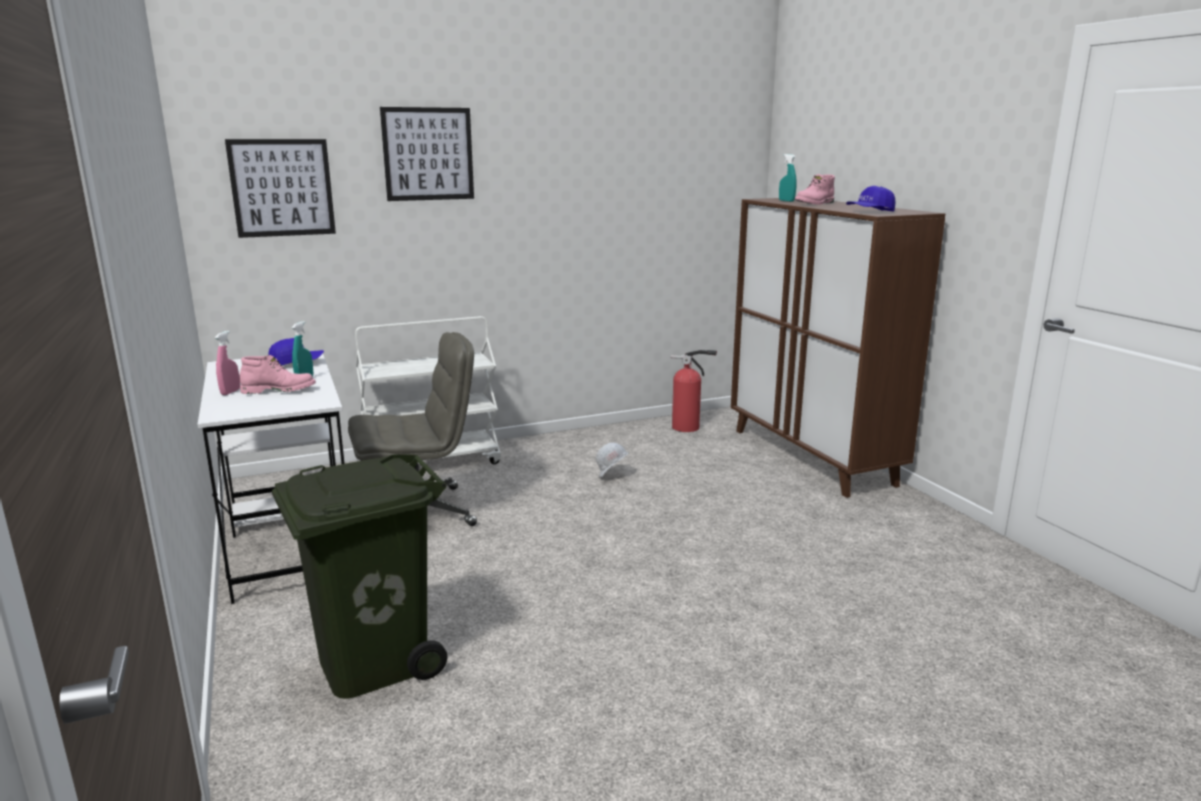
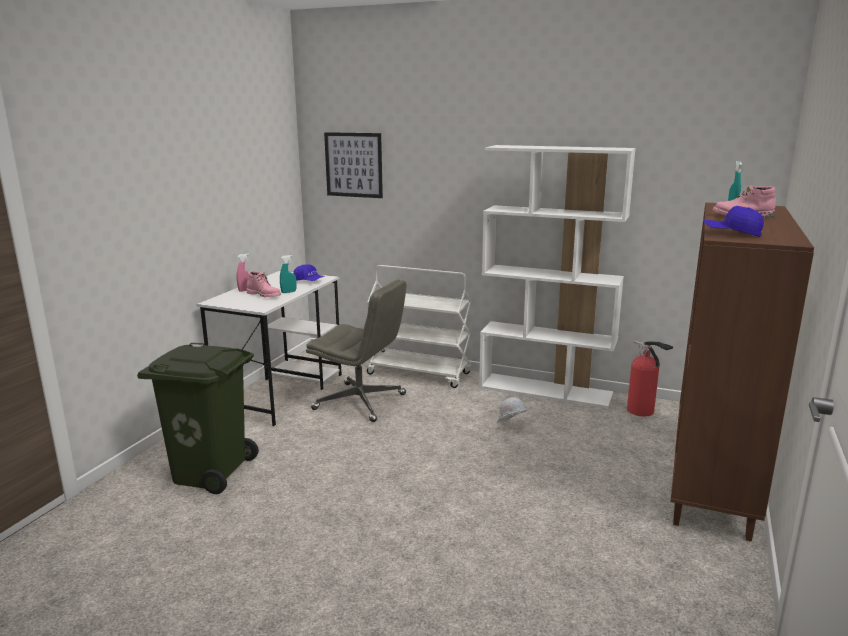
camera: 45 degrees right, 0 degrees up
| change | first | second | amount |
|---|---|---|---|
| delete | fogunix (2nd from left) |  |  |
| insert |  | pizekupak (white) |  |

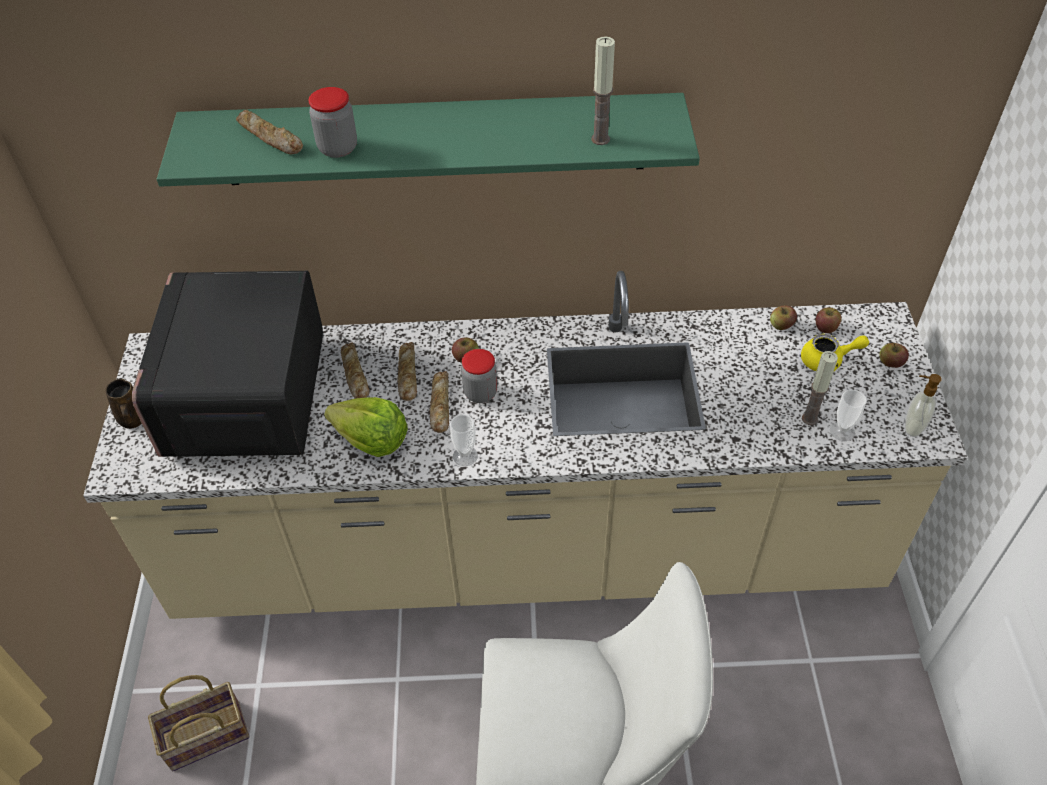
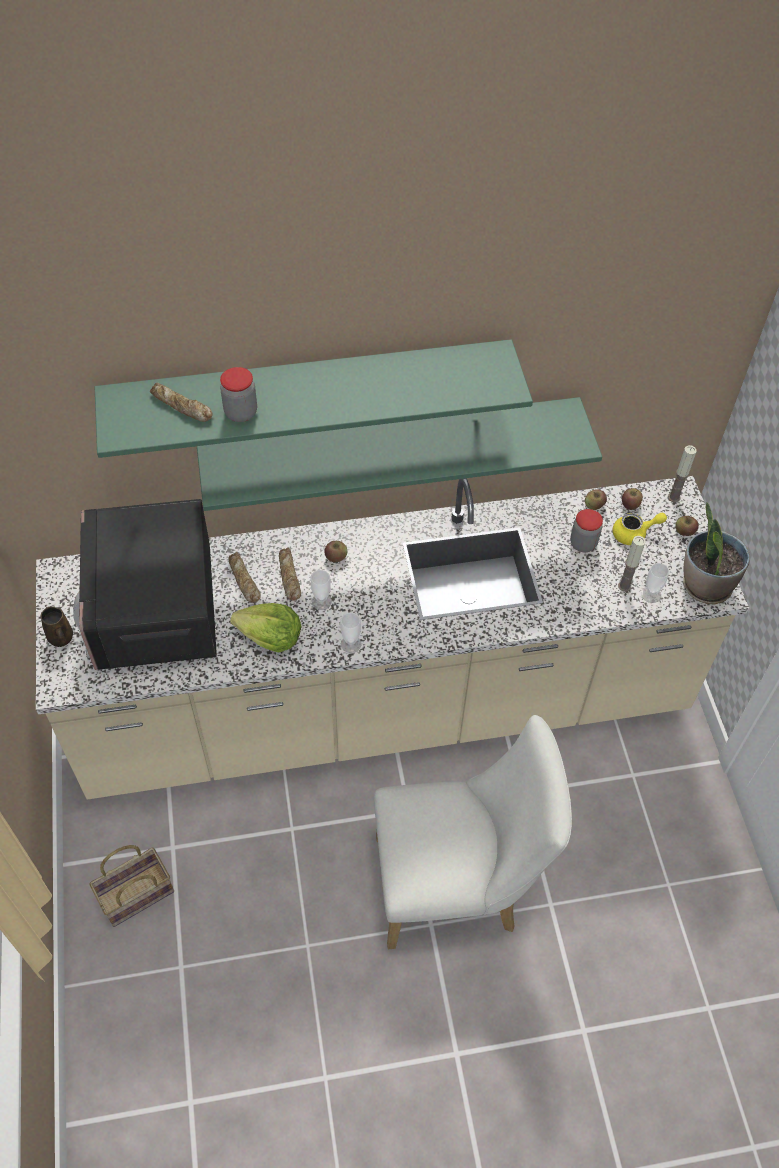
camera: 10 degrees left, 5 degrees up
| change | first | second | amount |
|---|---|---|---|
| move | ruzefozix (1st from left in the first image) | ruzefozix (2nd from left) |  |
| move | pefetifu (2nd from left) |  |  |
| replace | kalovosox (4th from left) | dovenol (1st from left) |  |
| replace | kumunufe | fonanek |  |
| insert |  | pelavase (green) (2nd from left) |  |

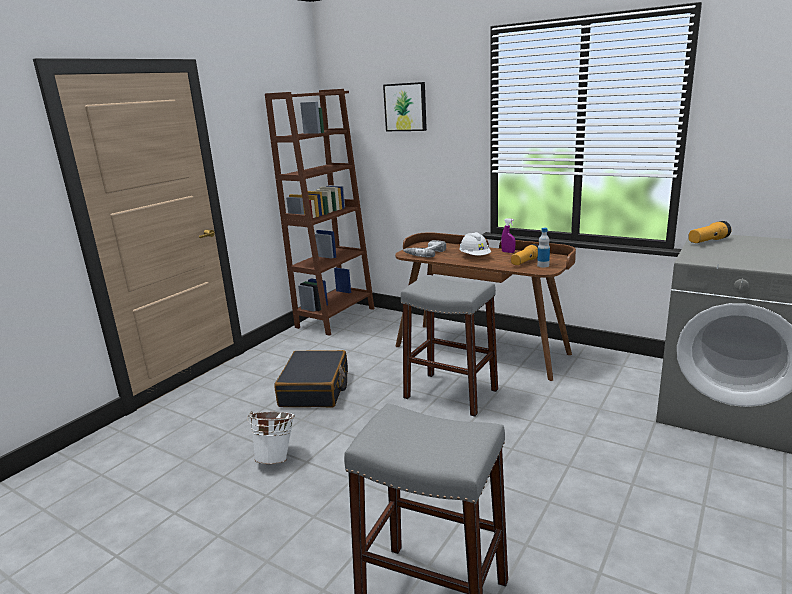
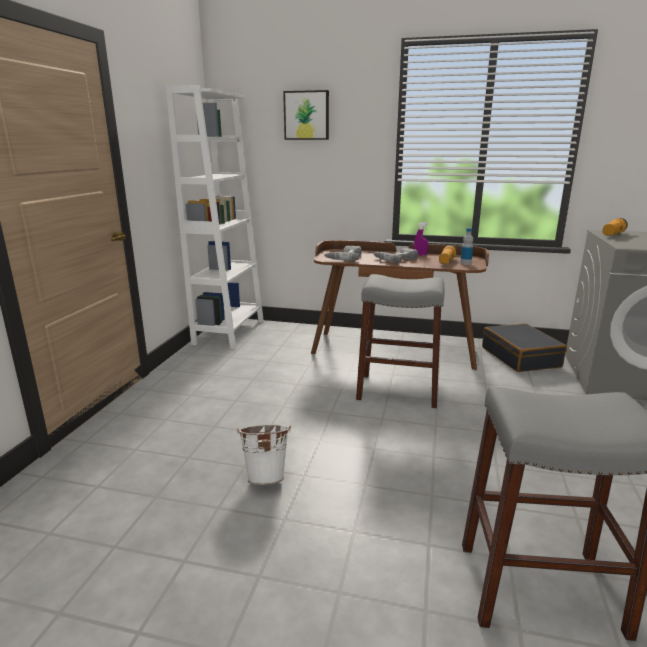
camera: 20 degrees left, 0 degrees up
| change | first | second | amount |
|---|---|---|---|
| recolor | pizekupak (brown) | pizekupak (white) |  |
| replace | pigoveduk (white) | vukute (2nd from left) |  |
| move | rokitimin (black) |  |  |

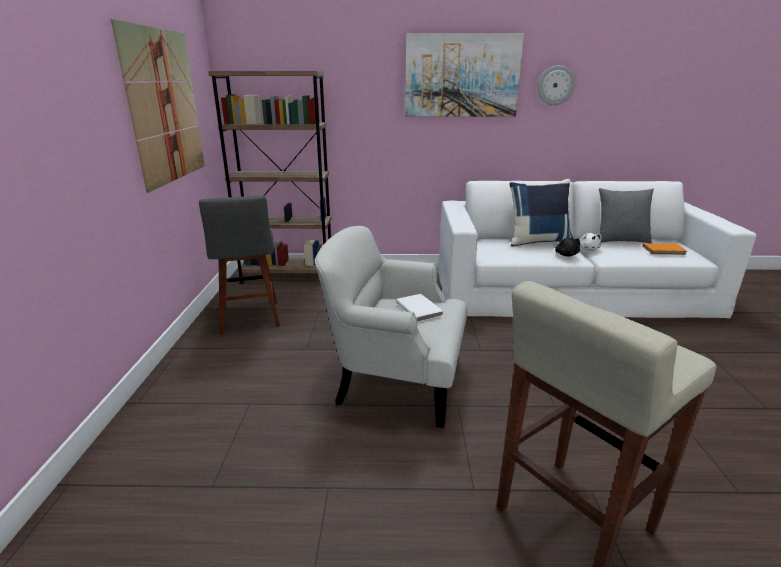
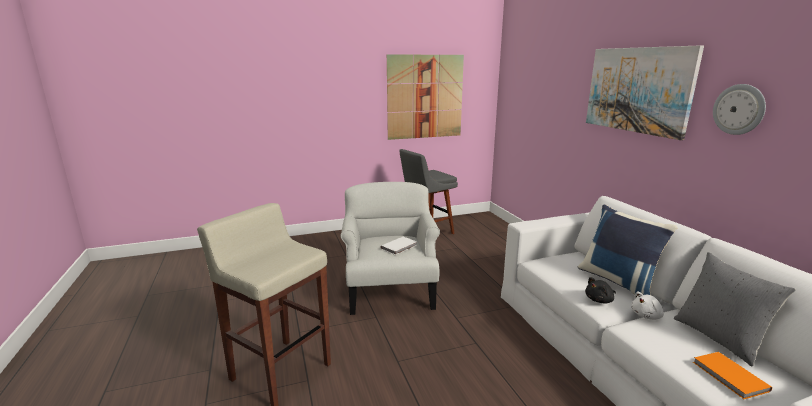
camera: 70 degrees right, 5 degrees down
| change | first | second | amount |
|---|---|---|---|
| delete | pizekupak (brown) |  |  |

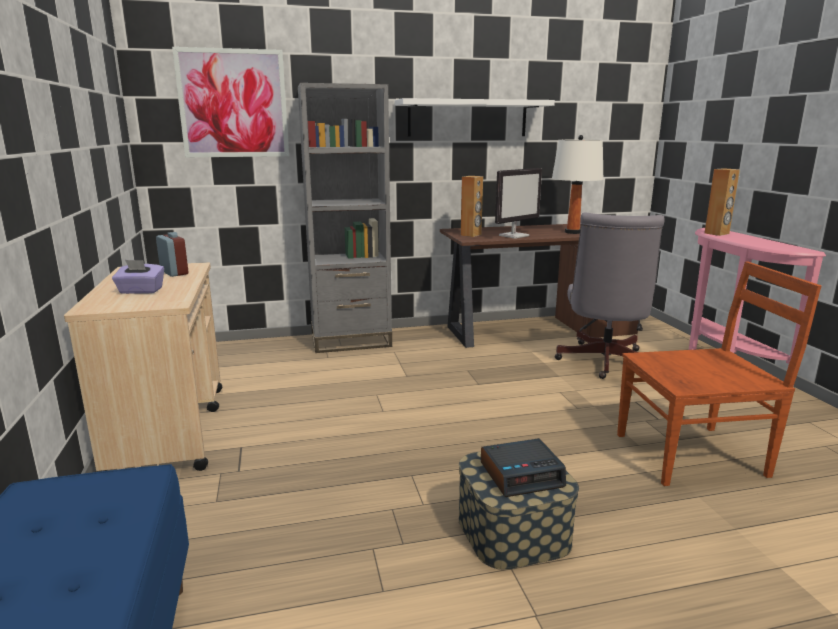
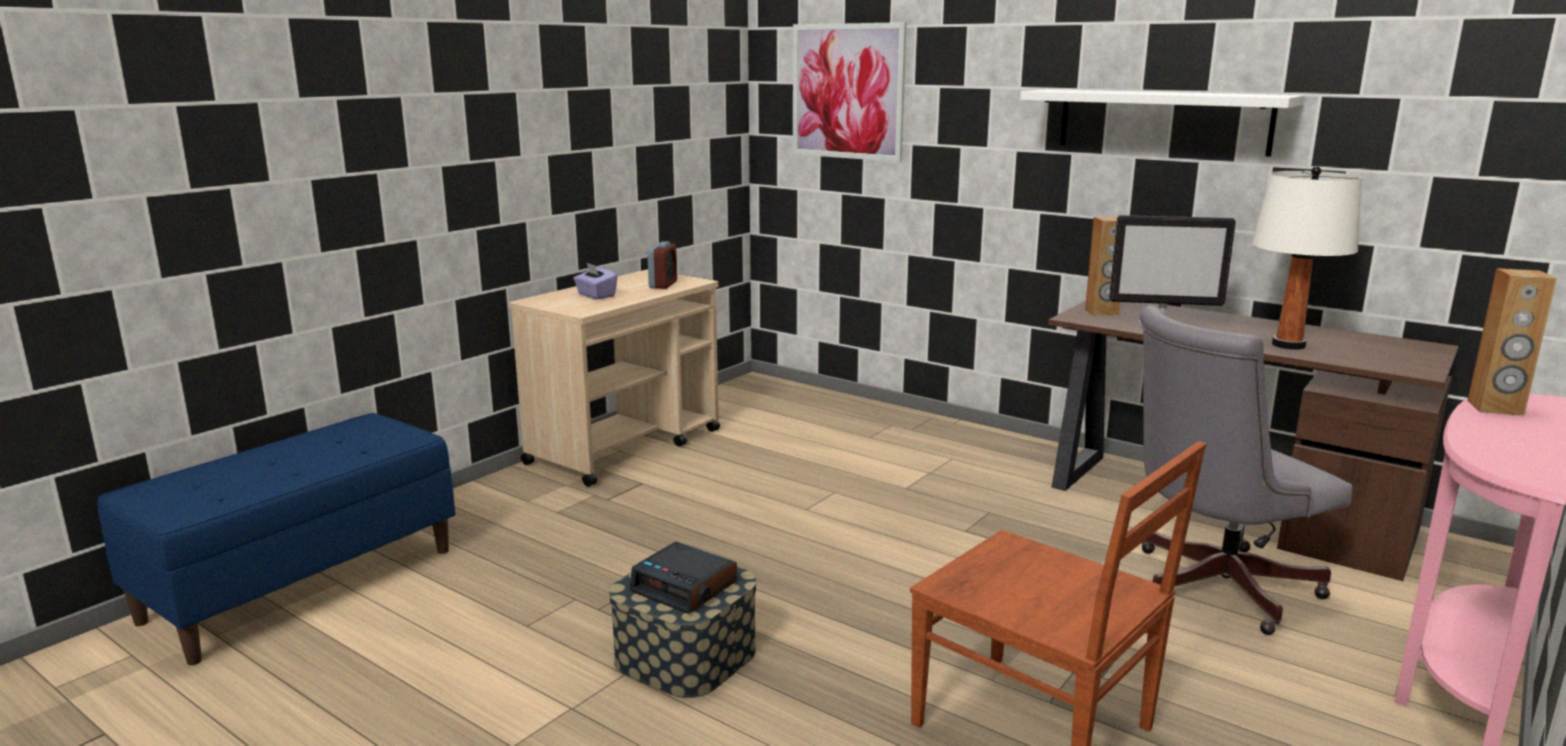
camera: 50 degrees right, 0 degrees up
| change | first | second | amount |
|---|---|---|---|
| delete | pizekupak (grey) |  |  |

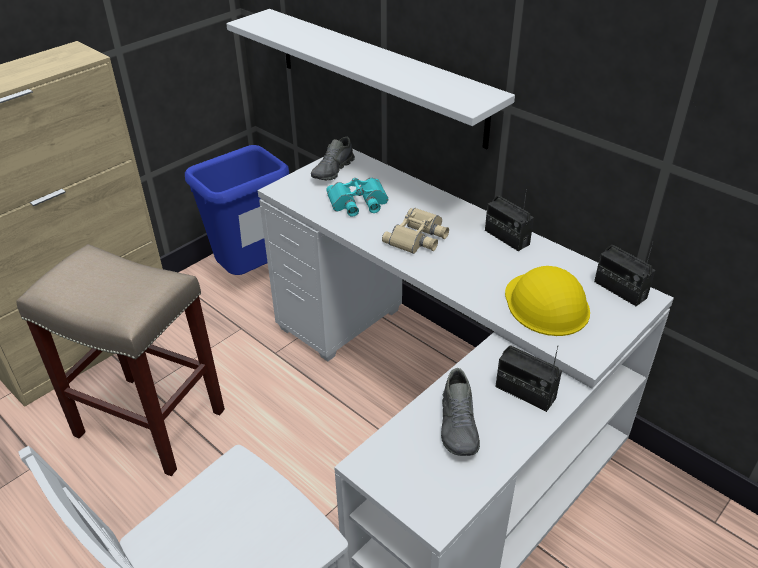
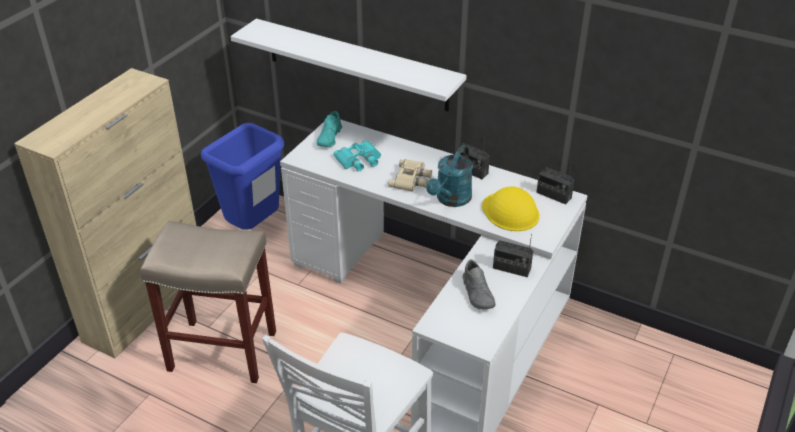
camera: 15 degrees left, 0 degrees up
| change | first | second | amount |
|---|---|---|---|
| recolor | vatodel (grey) (1st from left) | vatodel (turquoise) |  |
| insert |  | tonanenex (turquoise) |  |

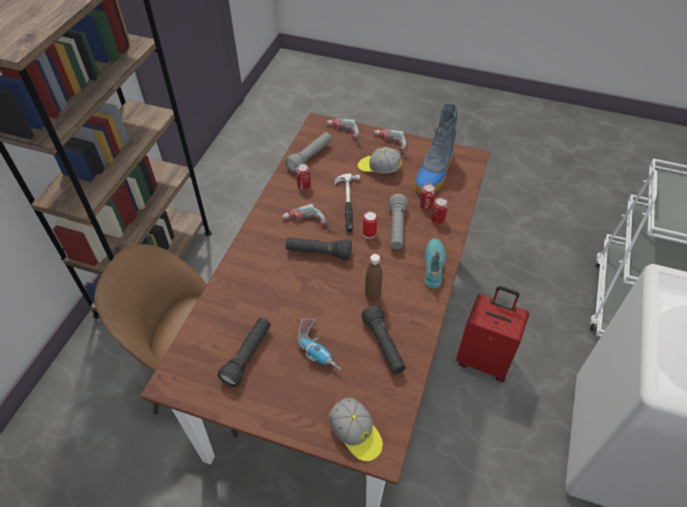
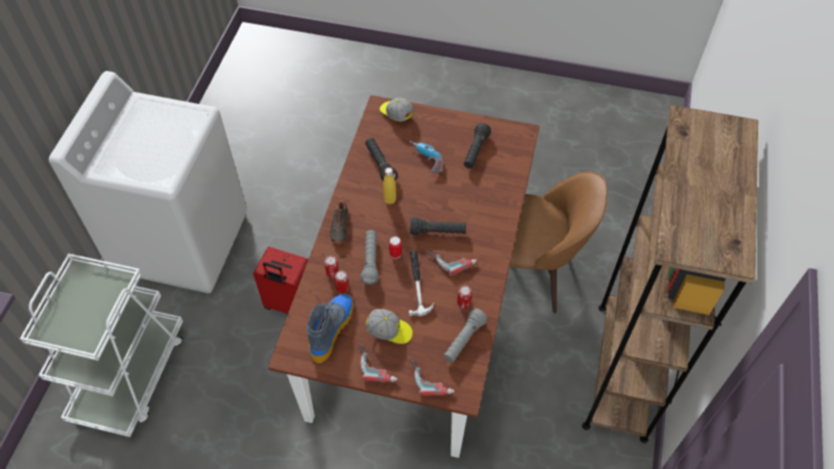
camera: 175 degrees right, 5 degrees up
| change | first | second | amount |
|---|---|---|---|
| recolor | vatodel (turquoise) | vatodel (black) |  |
| recolor | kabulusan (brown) | kabulusan (yellow) |  |

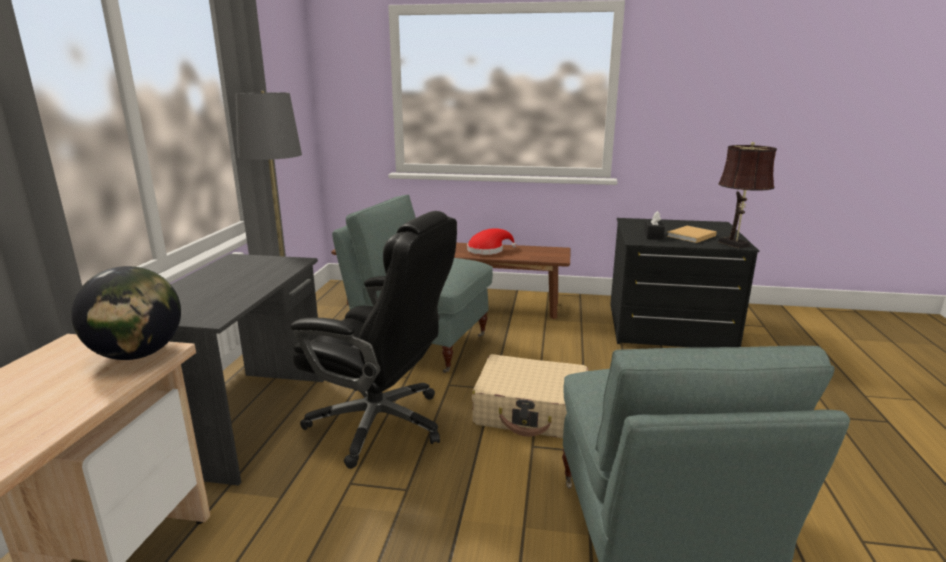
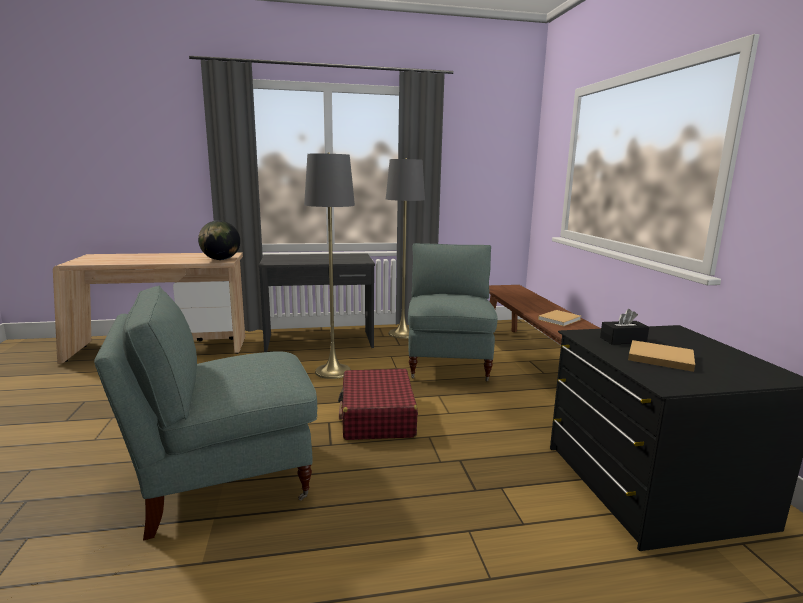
camera: 70 degrees right, 5 degrees down
| change | first | second | amount |
|---|---|---|---|
| delete | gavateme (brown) |  |  |
| replace | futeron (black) | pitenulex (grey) (1st from left) |  |
| replace | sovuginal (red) | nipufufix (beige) (1st from left) |  |
| recolor | rokitimin (beige) | rokitimin (red) |  |

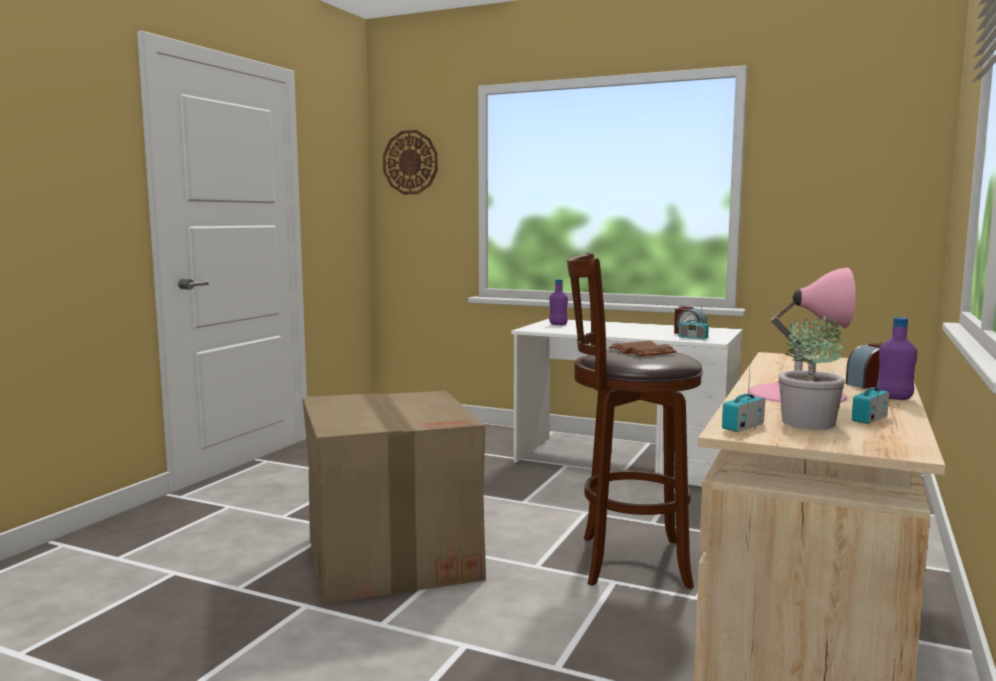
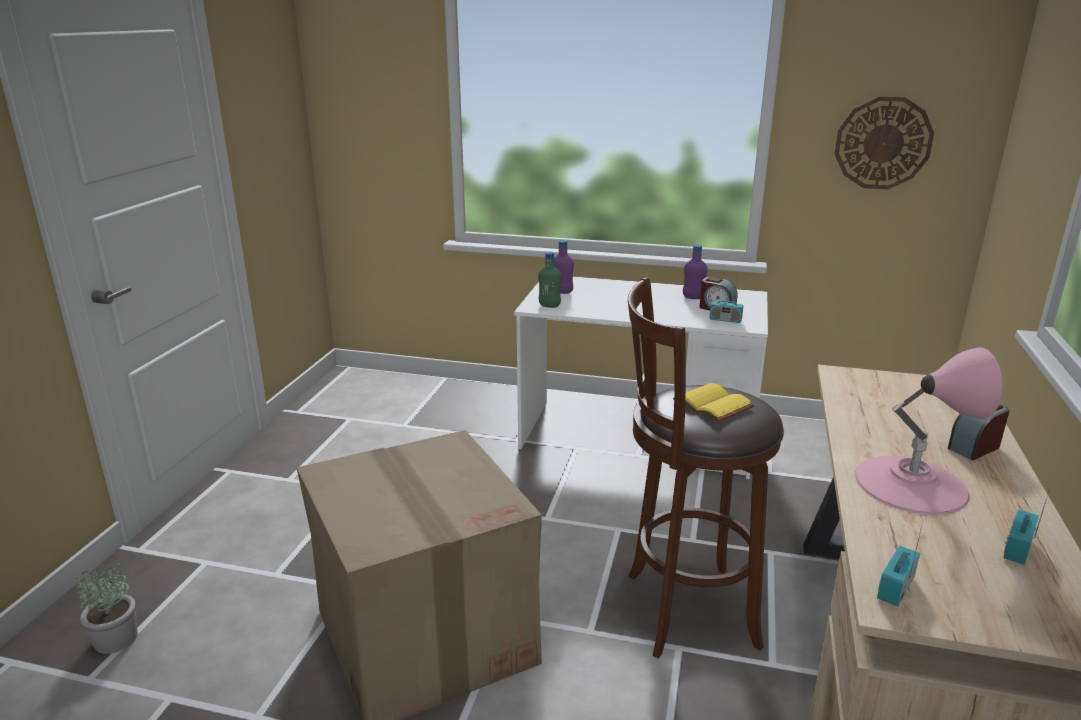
camera: 10 degrees left, 15 degrees up
| change | first | second | amount |
|---|---|---|---|
| move | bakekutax |  |  |
| move | fonanek |  |  |
| move | kabulusan (purple) (2nd from left) |  |  |
| recolor | nipufufix (brown) | nipufufix (yellow) |  |
| insert |  | kabulusan (green) |  |

